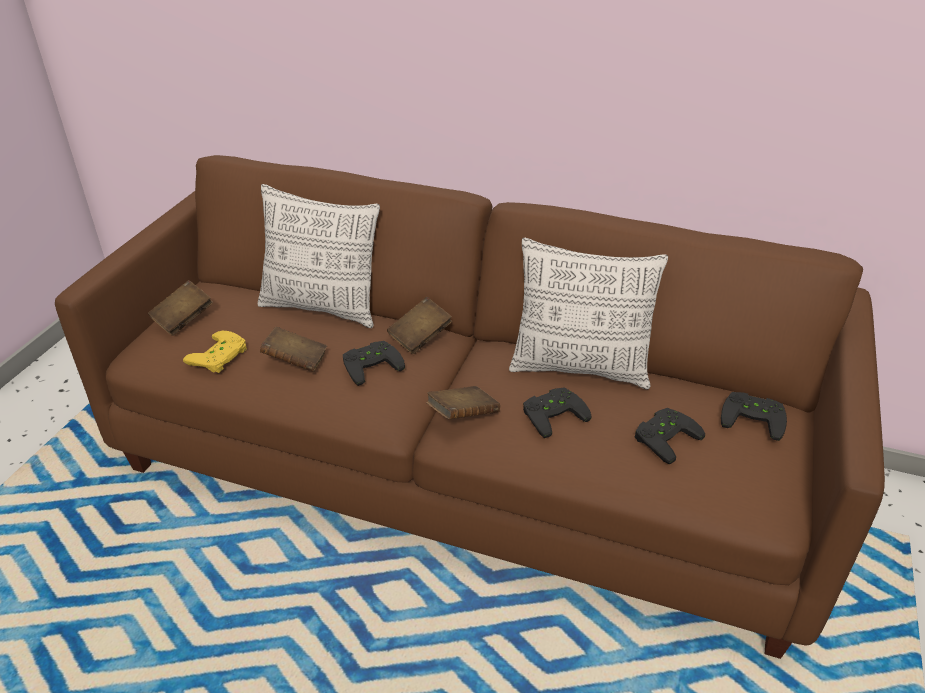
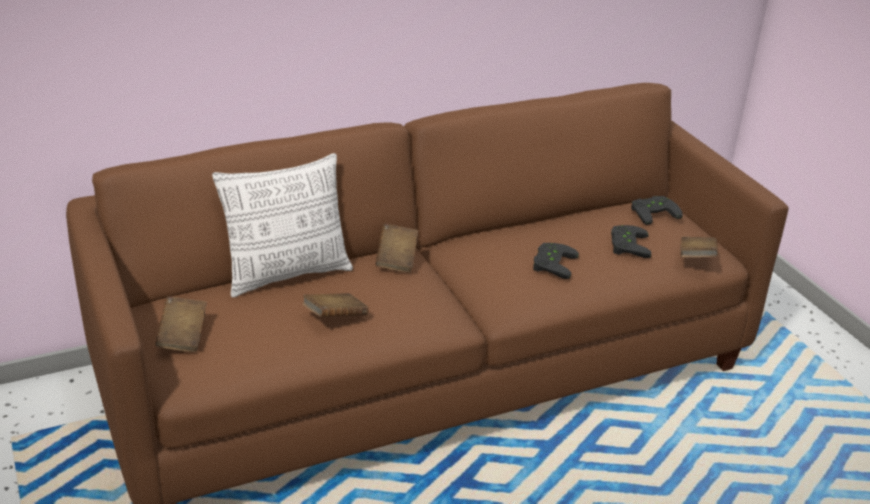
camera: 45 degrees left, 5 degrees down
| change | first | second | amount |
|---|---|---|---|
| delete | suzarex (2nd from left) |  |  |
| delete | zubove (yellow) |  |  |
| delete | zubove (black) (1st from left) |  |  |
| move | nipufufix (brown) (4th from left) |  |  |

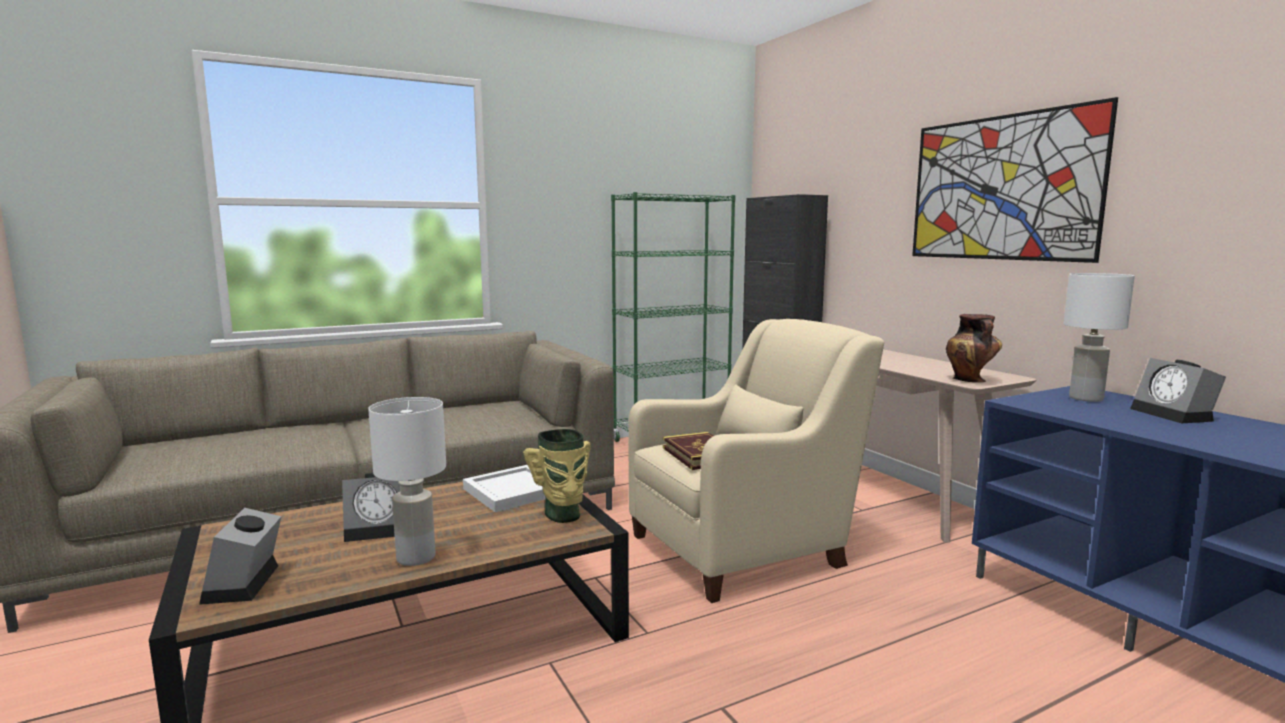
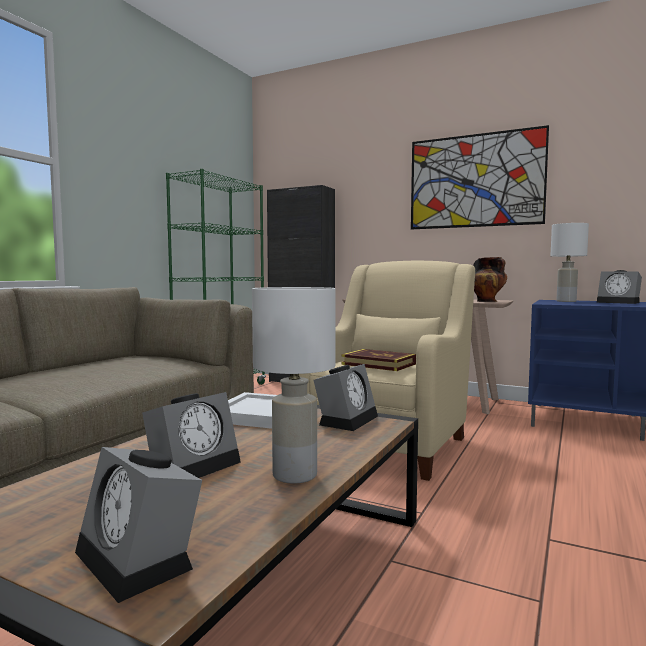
camera: 35 degrees left, 5 degrees down
| change | first | second | amount |
|---|---|---|---|
| replace | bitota (1st from left) | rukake (3rd from left) |  |

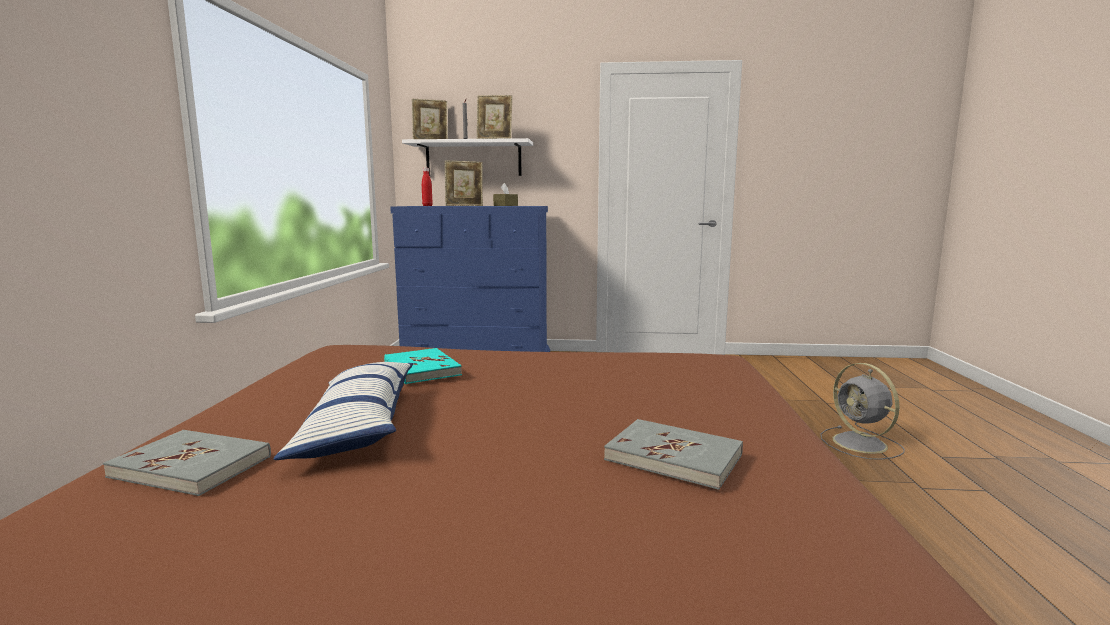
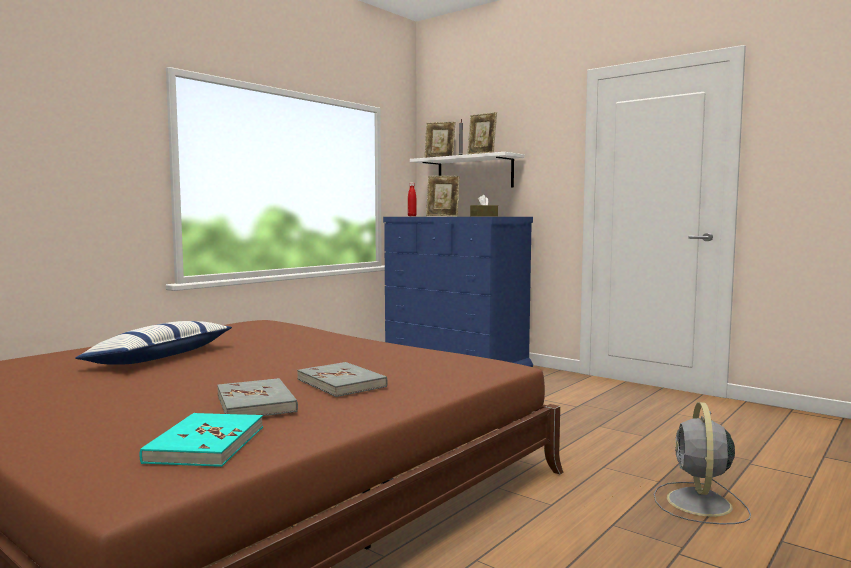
camera: 35 degrees right, 5 degrees down
| change | first | second | amount |
|---|---|---|---|
| move | nipufufix (turquoise) |  |  |
| move | nipufufix (grey) (1st from left in the first image) | nipufufix (grey) (2nd from left) |  |

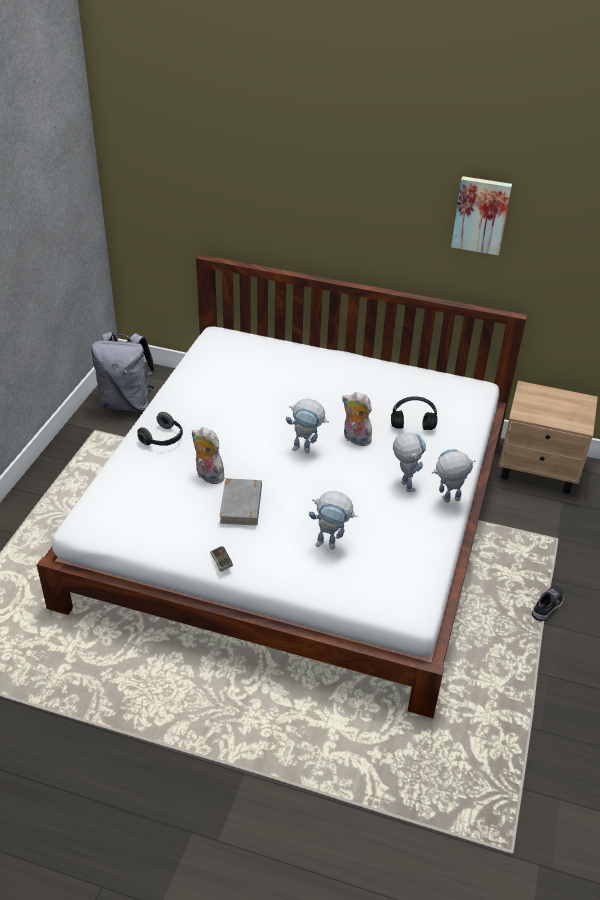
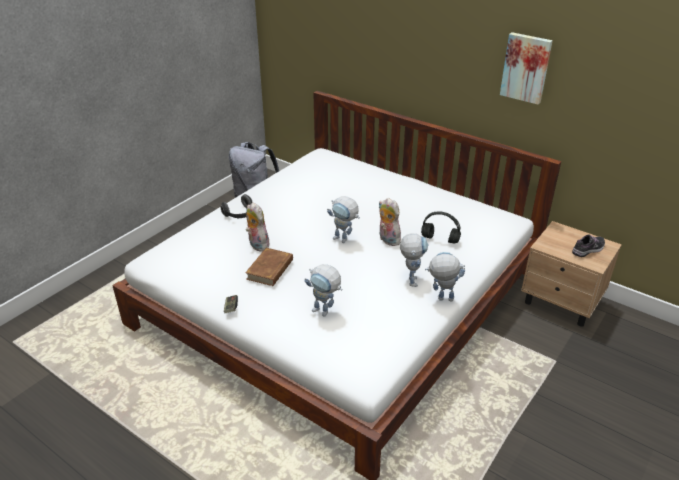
camera: 20 degrees right, 5 degrees down
| change | first | second | amount |
|---|---|---|---|
| recolor | nipufufix (grey) | nipufufix (brown) |  |
| move | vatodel |  |  |

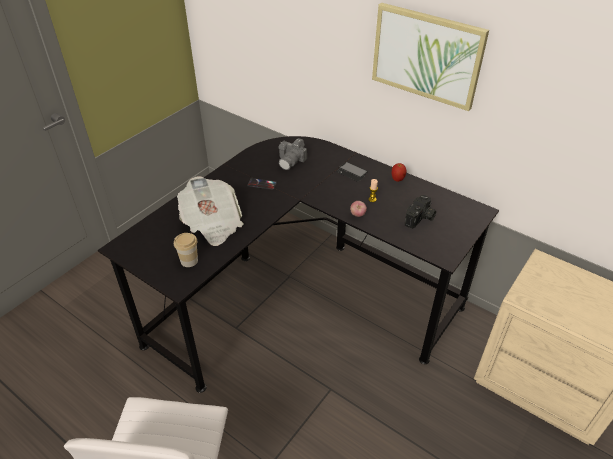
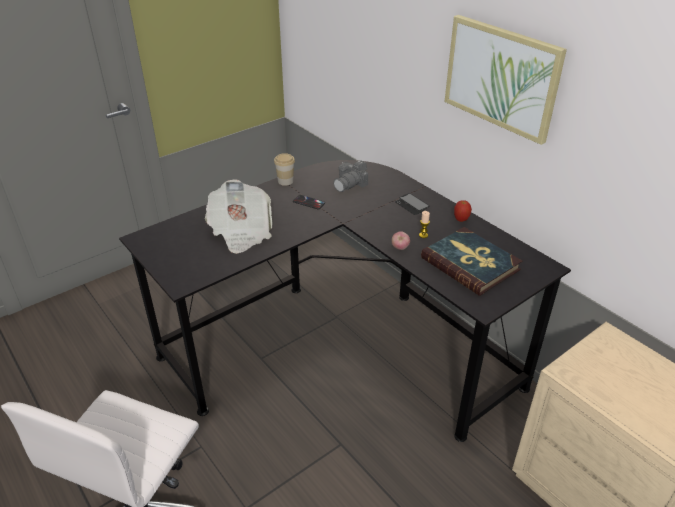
camera: 15 degrees right, 5 degrees down
| change | first | second | amount |
|---|---|---|---|
| replace | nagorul (2nd from left) | nipufufix |  |
| move | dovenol |  |  |

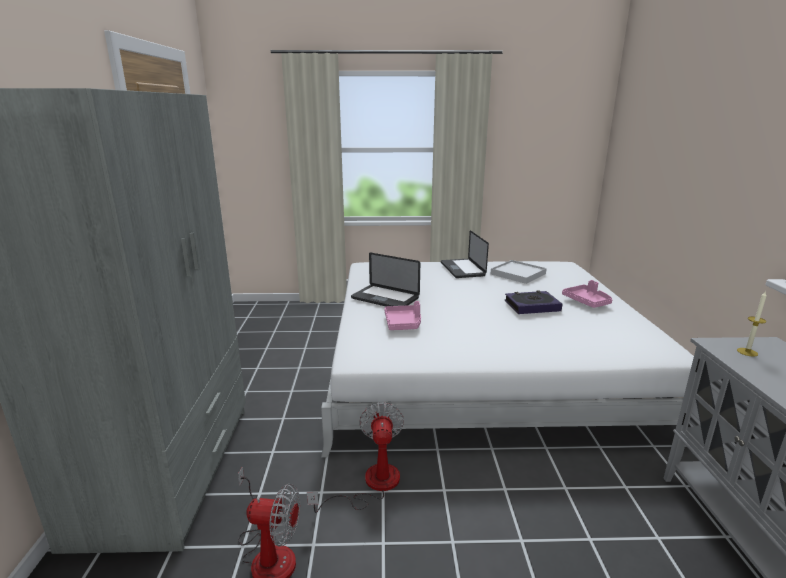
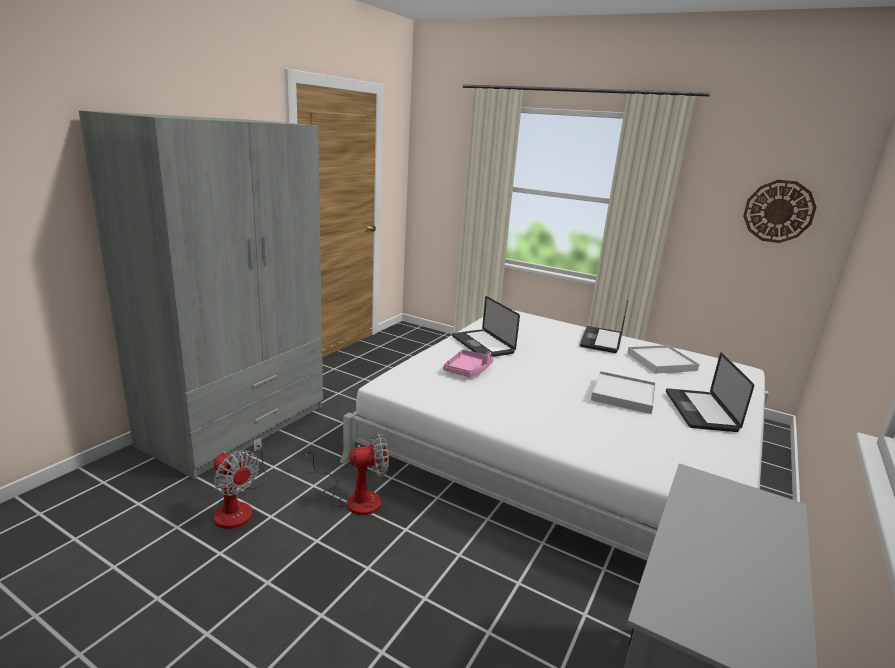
camera: 30 degrees right, 0 degrees up
| change | first | second | amount |
|---|---|---|---|
| replace | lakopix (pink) (2nd from left) | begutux (3rd from left) |  |
| replace | nipufufix | lakopix (white) (1st from left) |  |
| delete | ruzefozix |  |  |
| rotate | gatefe (2nd from left) |  | 45 degrees clockwise |
| insert |  | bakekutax |  |

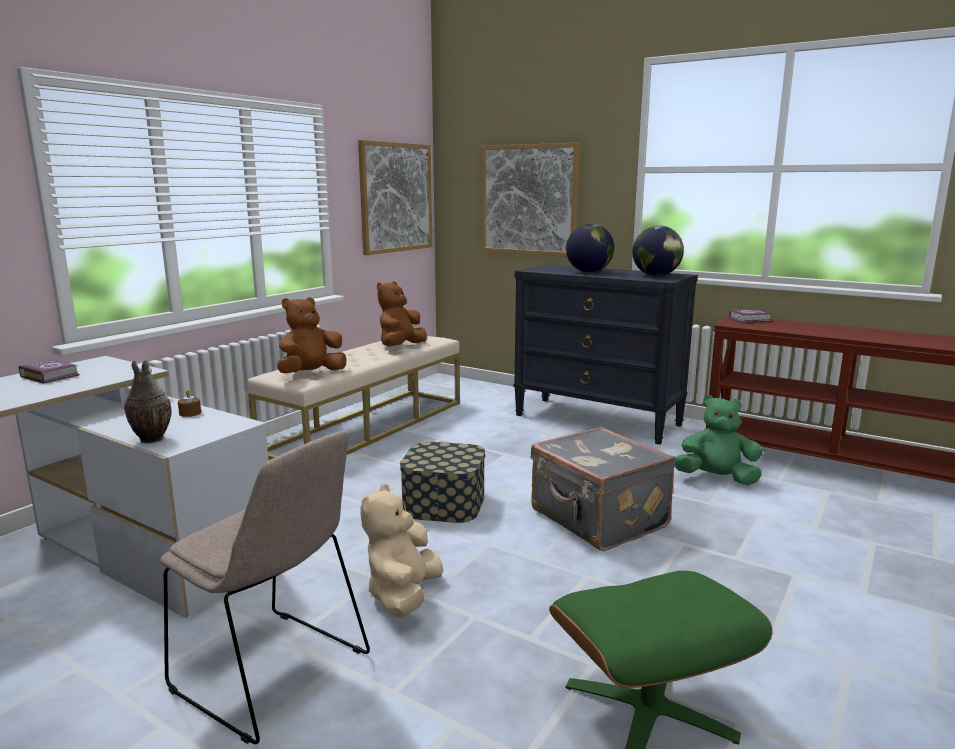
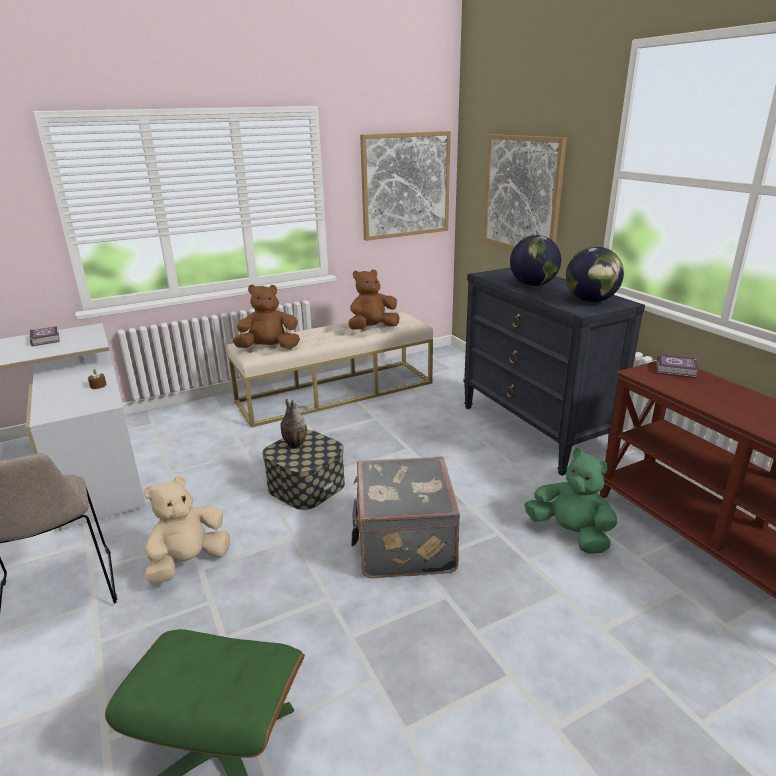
camera: 30 degrees right, 10 degrees up
| change | first | second | amount |
|---|---|---|---|
| move | bitota |  |  |

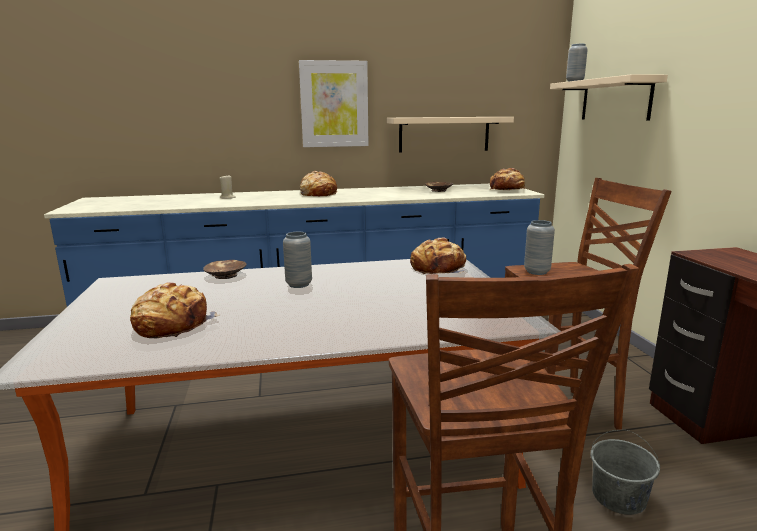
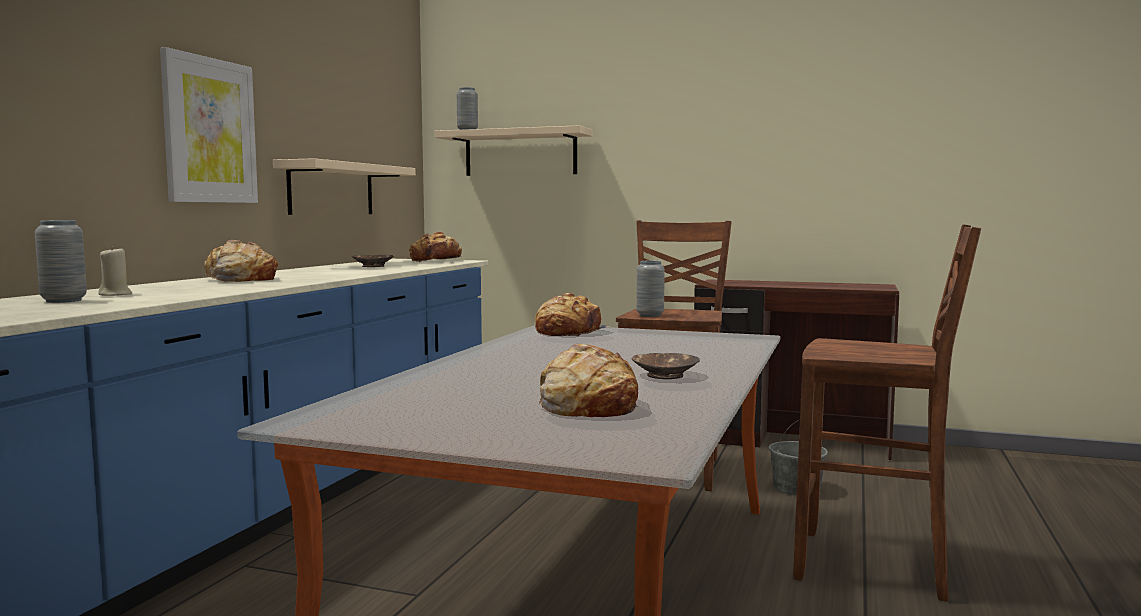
camera: 60 degrees left, 10 degrees down
| change | first | second | amount |
|---|---|---|---|
| move | bitota (grey) (1st from left) |  |  |
| move | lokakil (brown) (1st from left in the first image) | lokakil (brown) (2nd from left) |  |

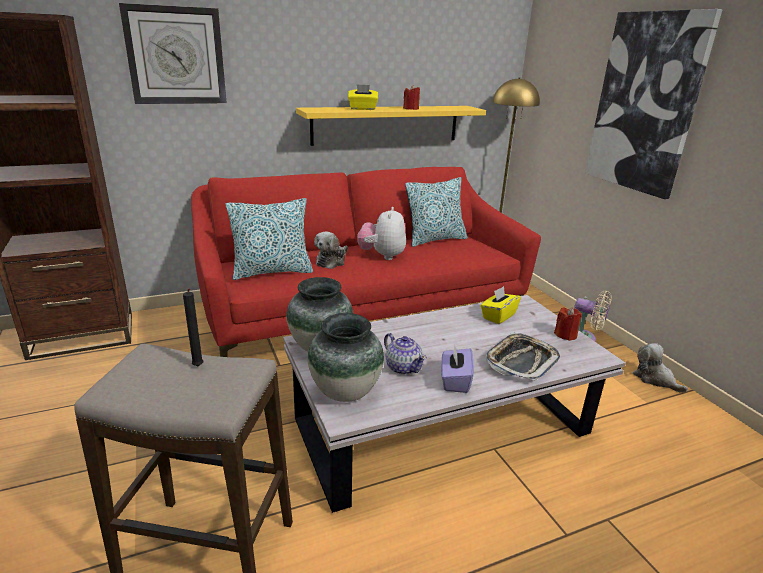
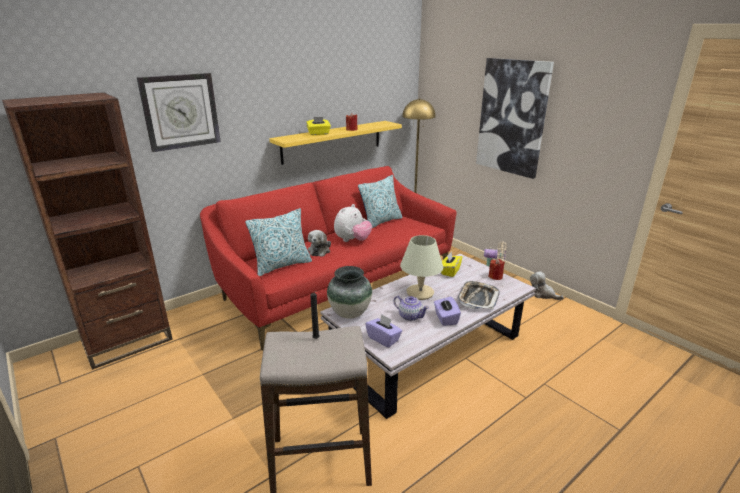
camera: 15 degrees left, 0 degrees up
| change | first | second | amount |
|---|---|---|---|
| rotate | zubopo (2nd from left) |  | 135 degrees counterclockwise |
| replace | bitota (2nd from left) | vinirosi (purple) (1st from left) |  |
| insert |  | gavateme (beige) |  |

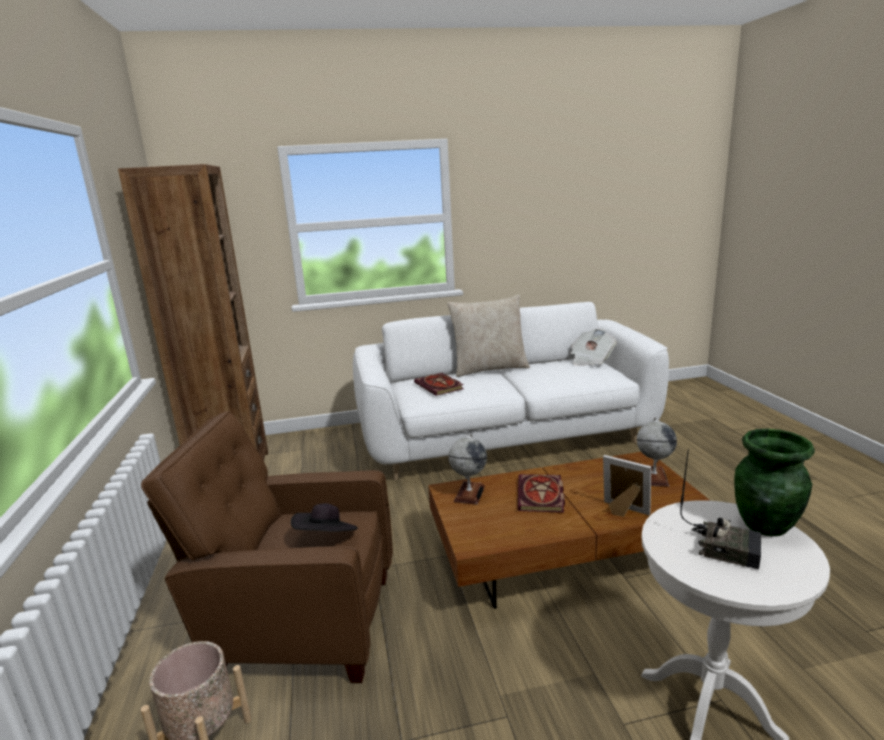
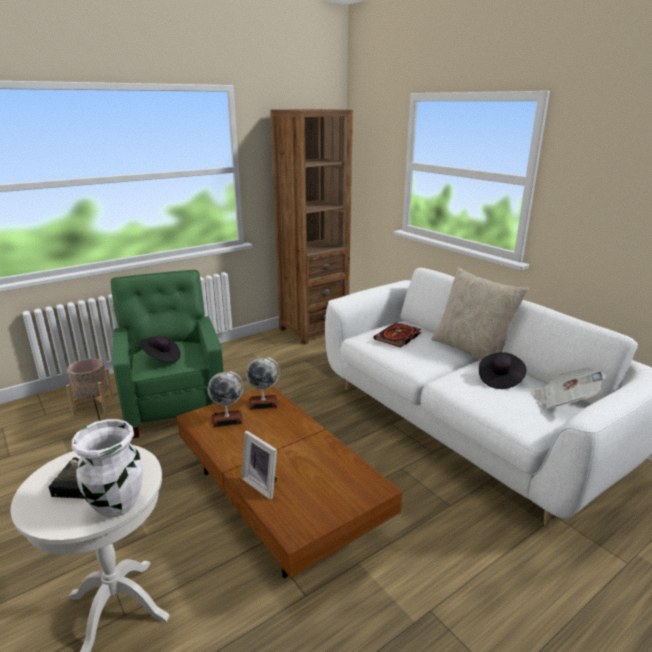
camera: 65 degrees right, 5 degrees up
| change | first | second | amount |
|---|---|---|---|
| recolor | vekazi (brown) | vekazi (green) |  |
| move | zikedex (2nd from left in the first image) | zikedex (1st from left) |  |
| recolor | bitota (green) | bitota (white) |  |
| rotate | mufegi |  | 120 degrees clockwise |
| delete | nipufufix (2nd from left) |  |  |
| insert |  | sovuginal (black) (2nd from left) |  |

